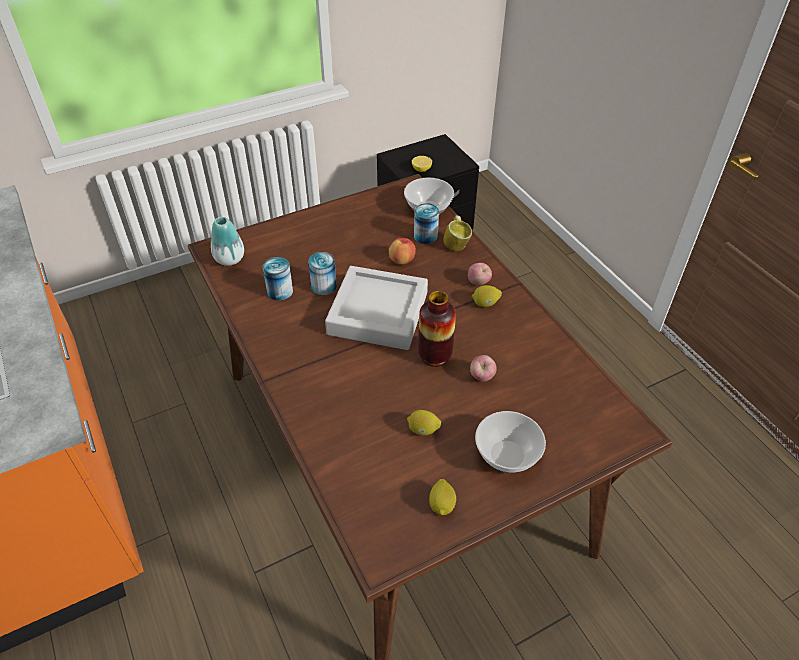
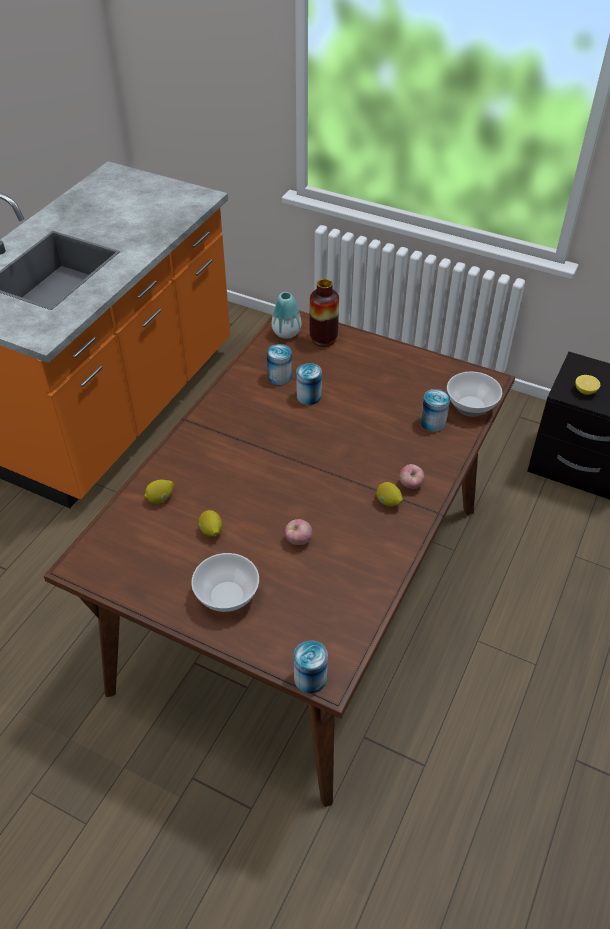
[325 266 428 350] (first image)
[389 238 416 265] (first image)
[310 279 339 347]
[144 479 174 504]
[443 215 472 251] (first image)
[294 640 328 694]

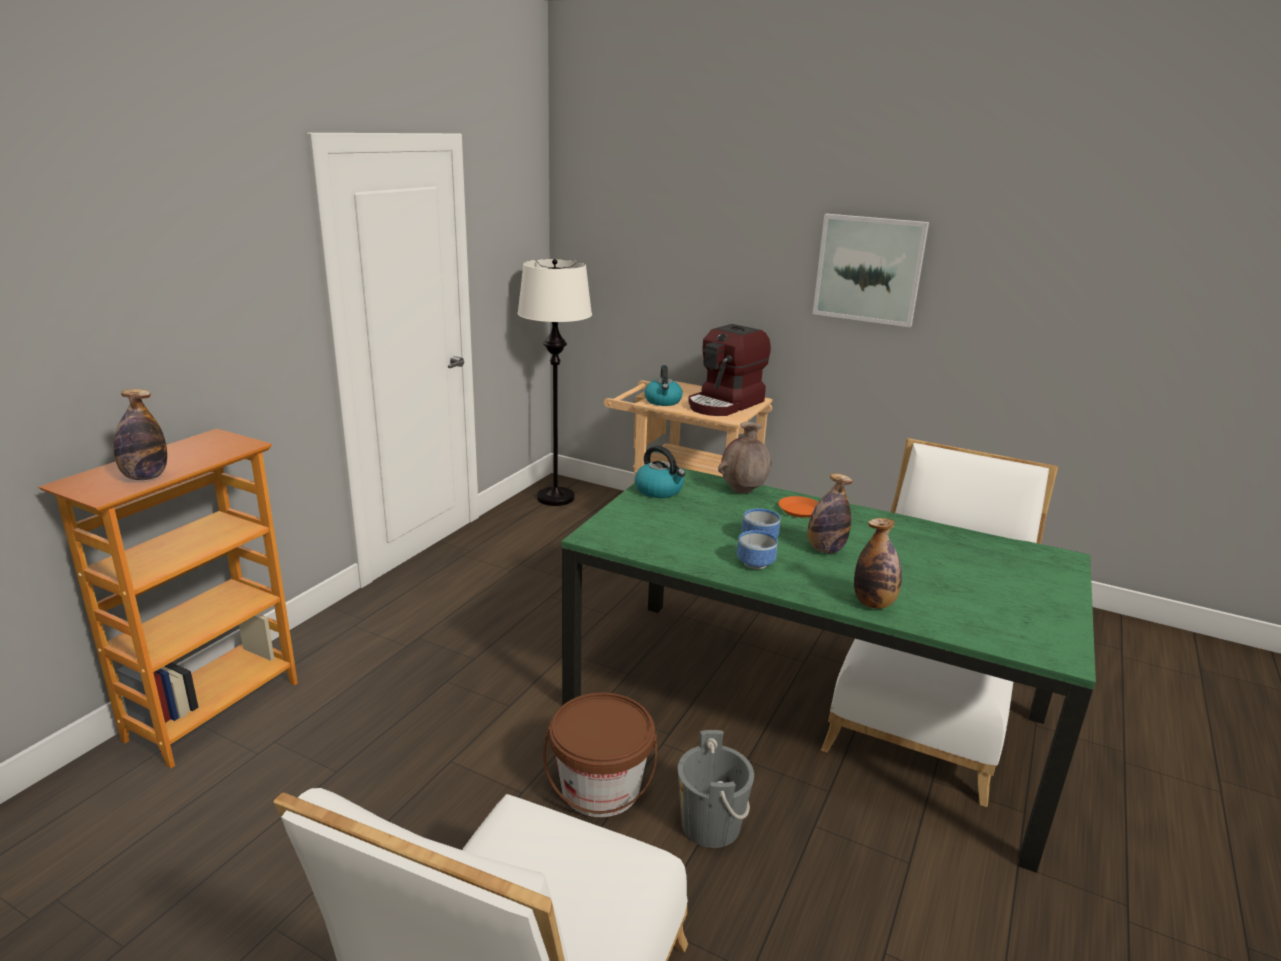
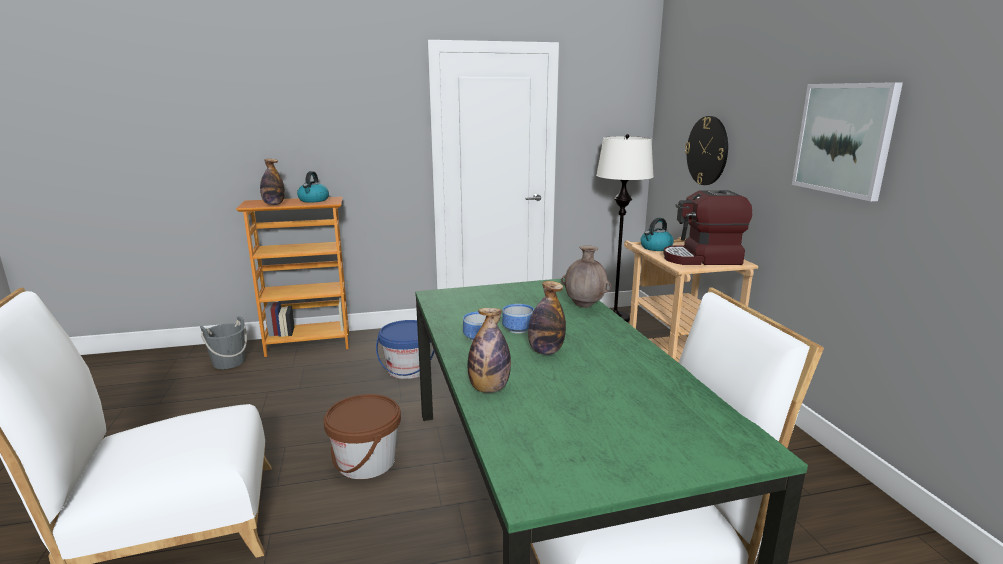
[297 171 329 203]
[200 316 247 369]
[778 496 818 518] (first image)
[376 320 435 379]
[685 116 728 185]

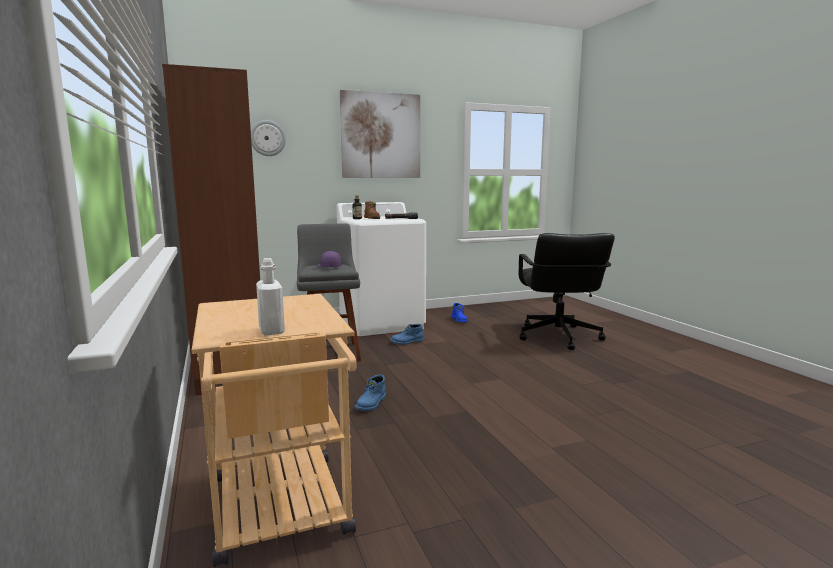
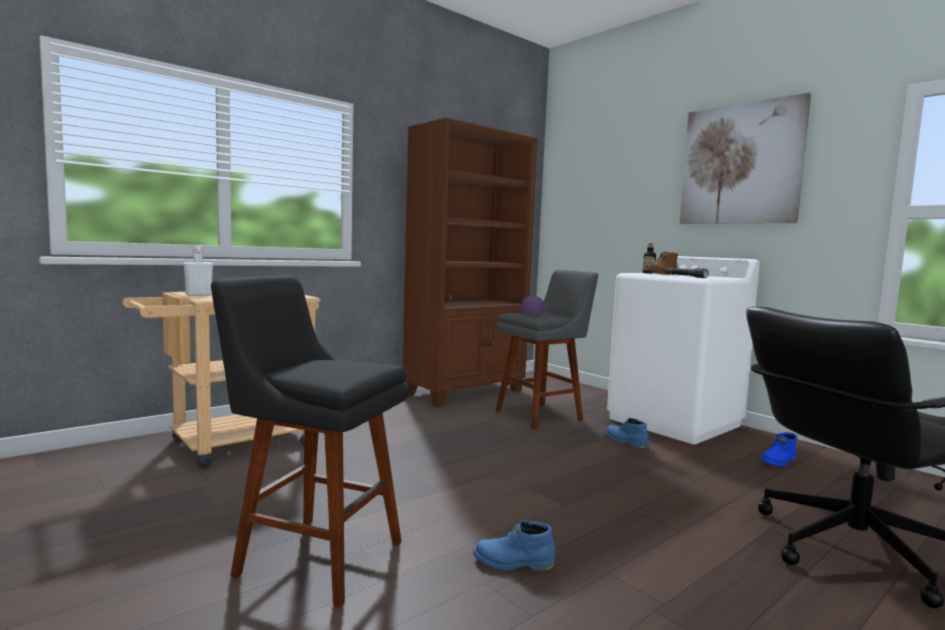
[251 120 286 156] (first image)
[473 520 555 571]
[211 275 409 607]

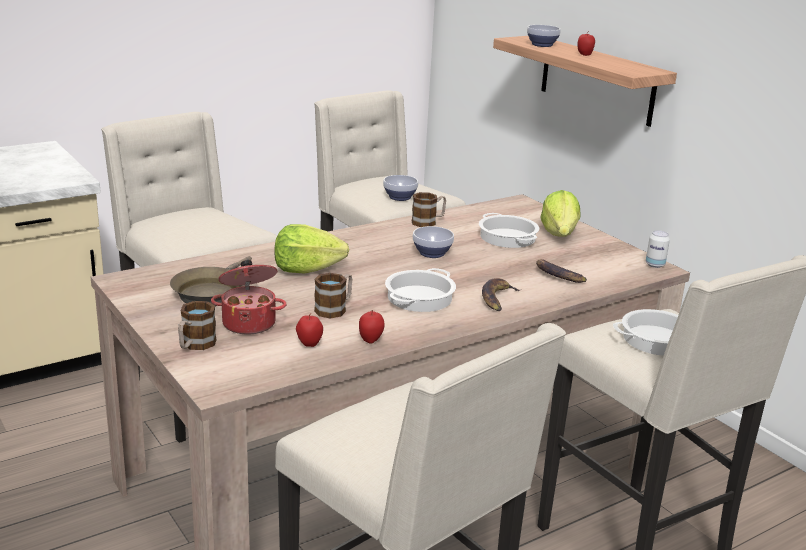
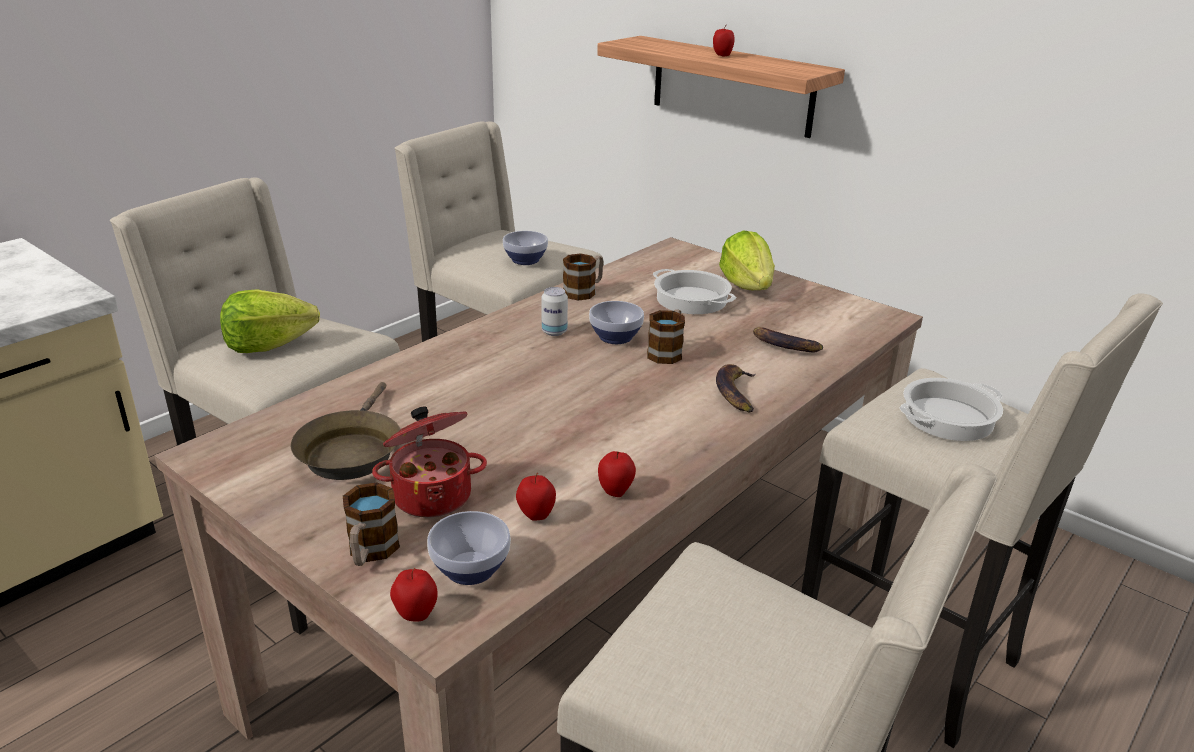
[220 290 320 353]
[647 309 685 364]
[385 268 456 312] (first image)
[427 511 511 585]
[542 287 568 336]
[390 568 438 621]

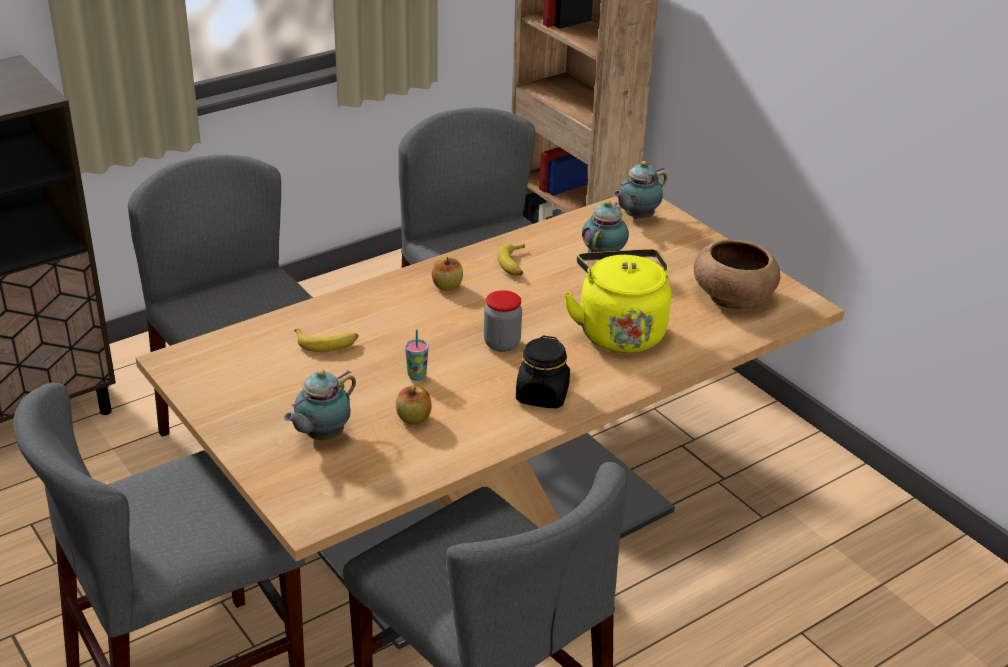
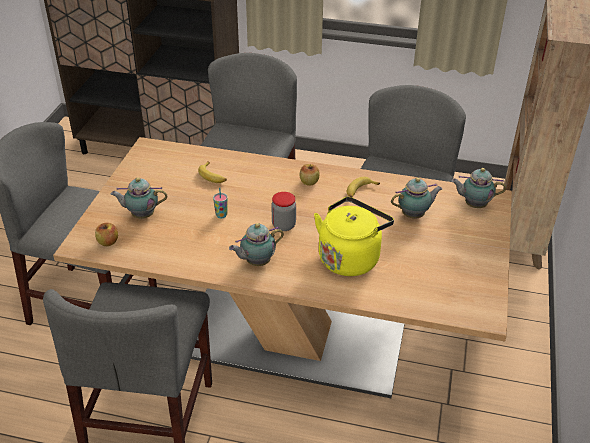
[95 223 118 246]
[229 223 284 266]
[694 240 780 309] (first image)

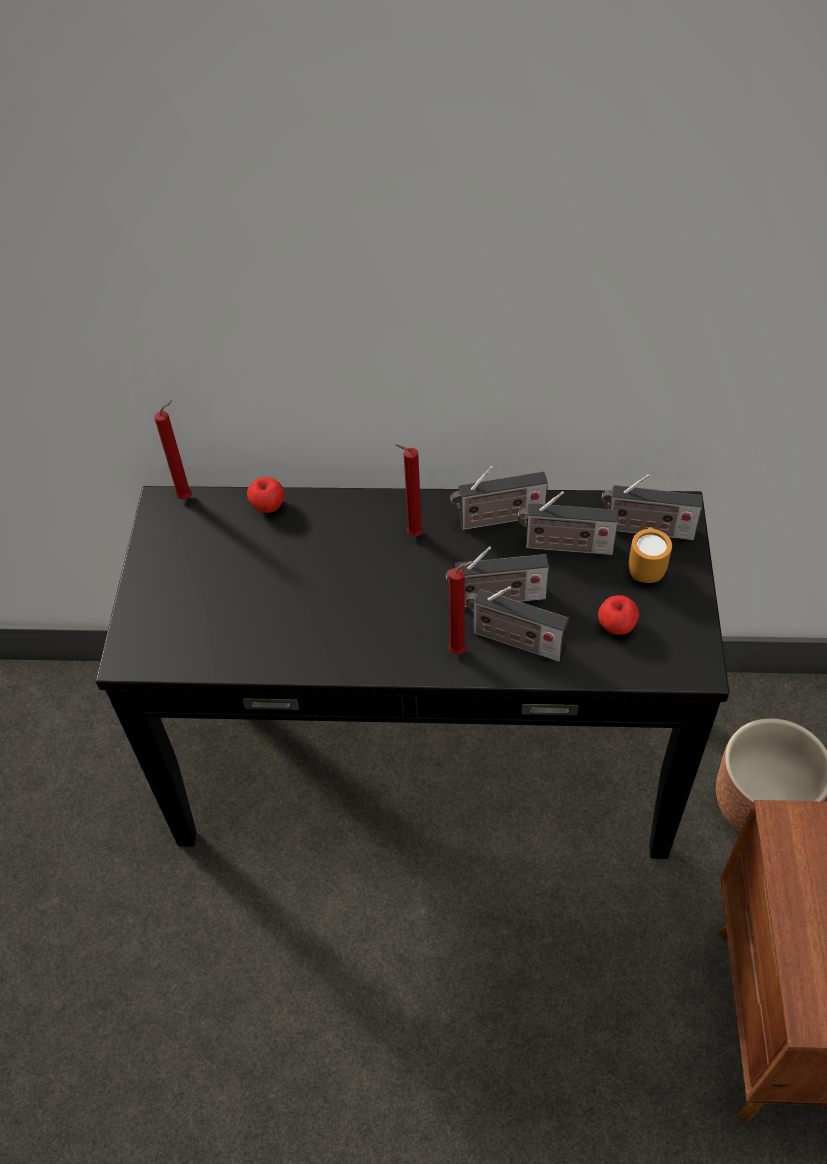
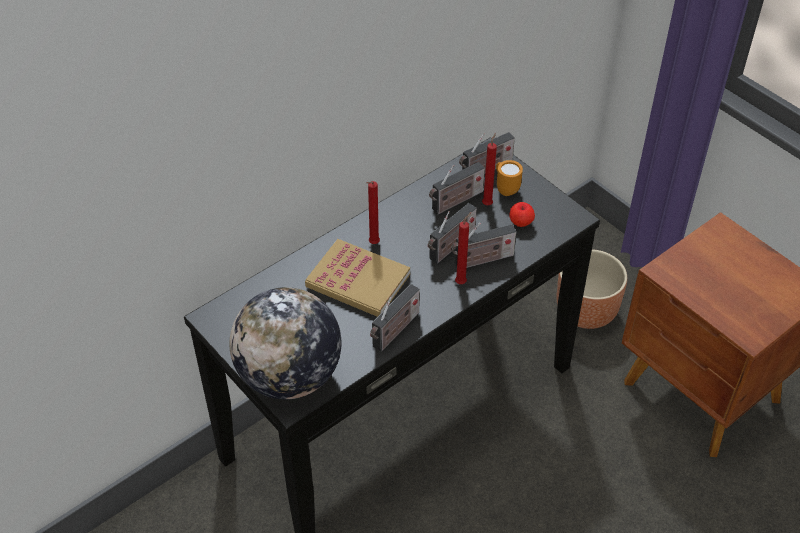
[482 133 497 205]
[247 477 284 513] (first image)
[370 284 420 352]
[229 287 341 400]
[305 239 410 317]

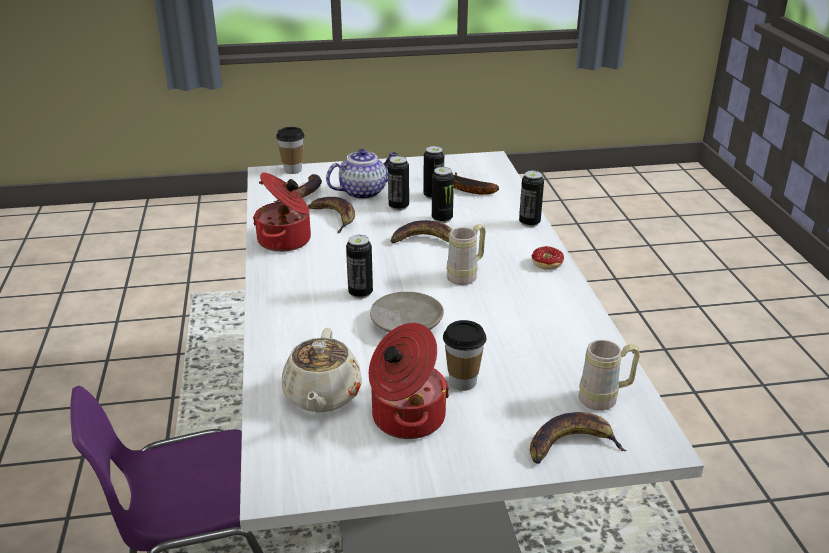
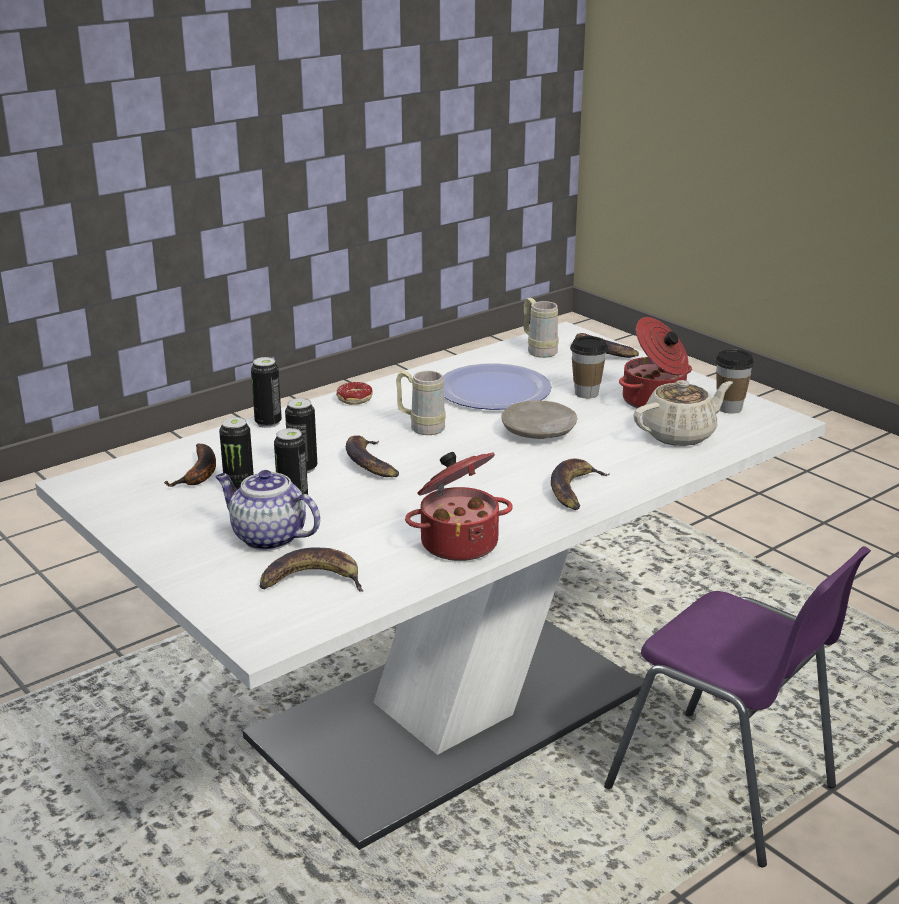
[715 349 754 414]
[551 458 610 510]
[346 235 373 299] (first image)
[443 363 552 410]

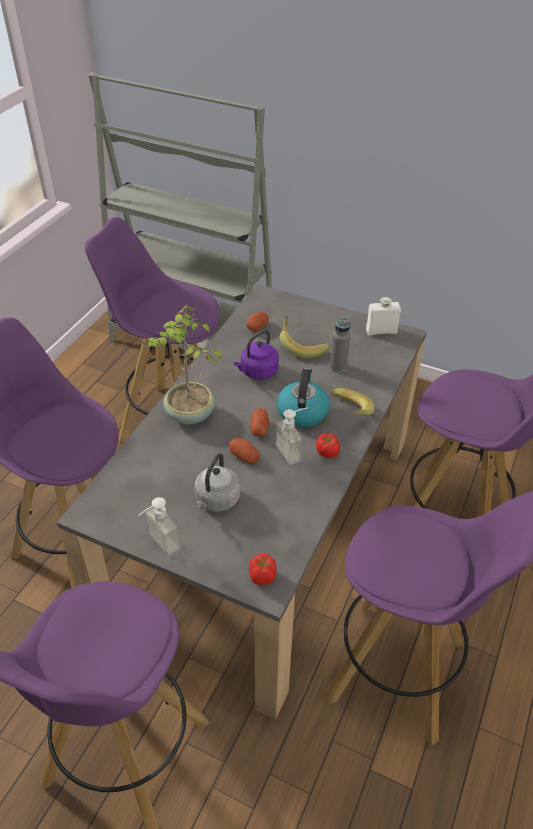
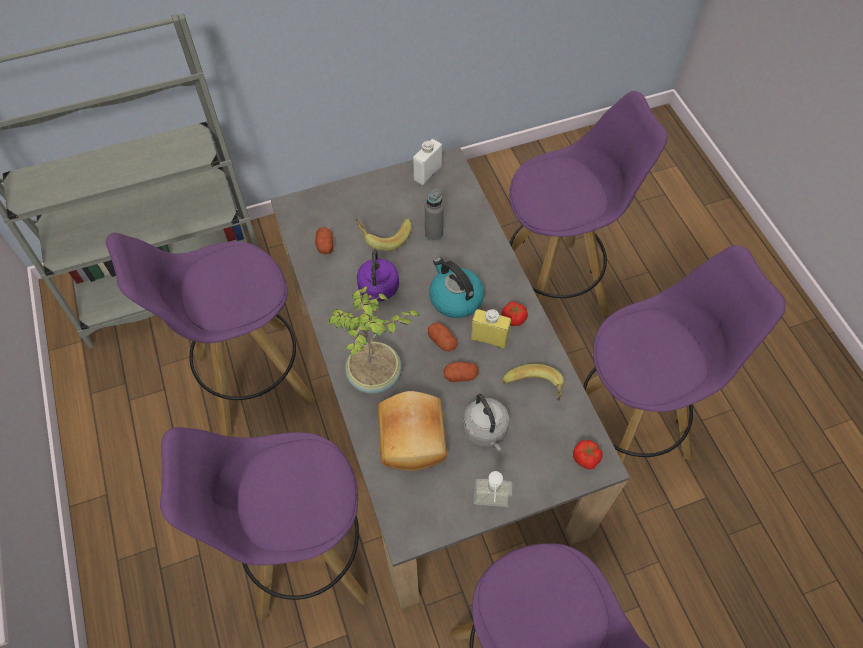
[471 309 511 349]
[502 364 564 401]
[378 391 447 471]

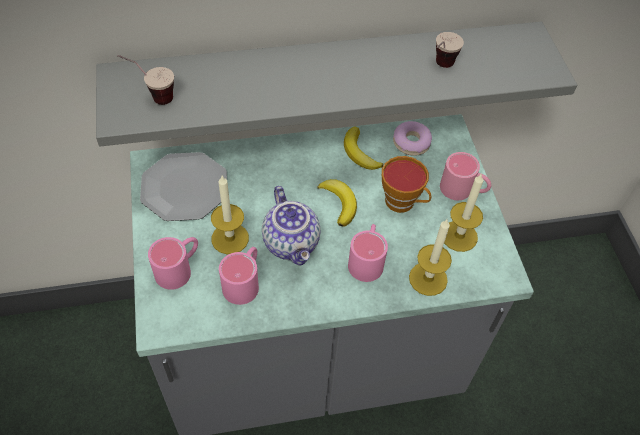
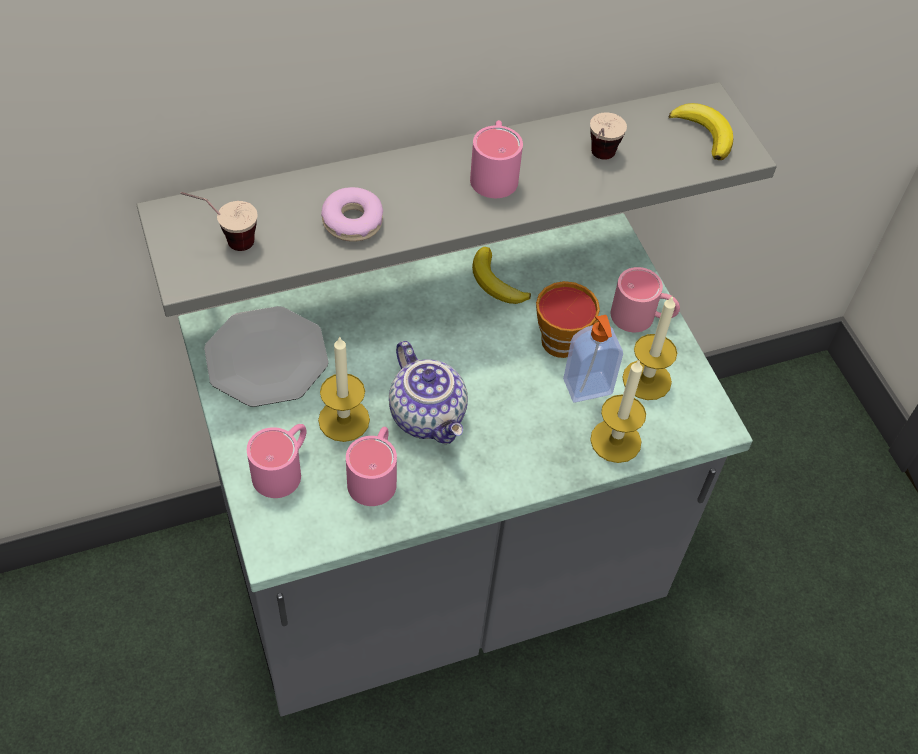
[669 103 733 160]
[470 120 523 198]
[321 187 383 242]
[563 315 623 402]

